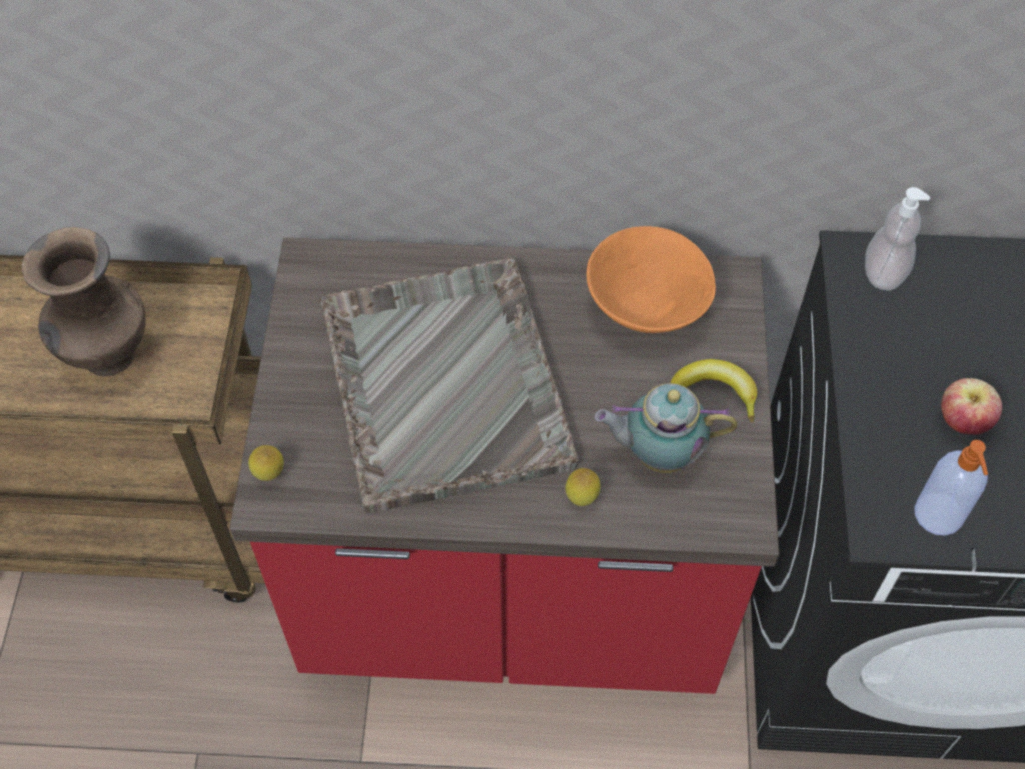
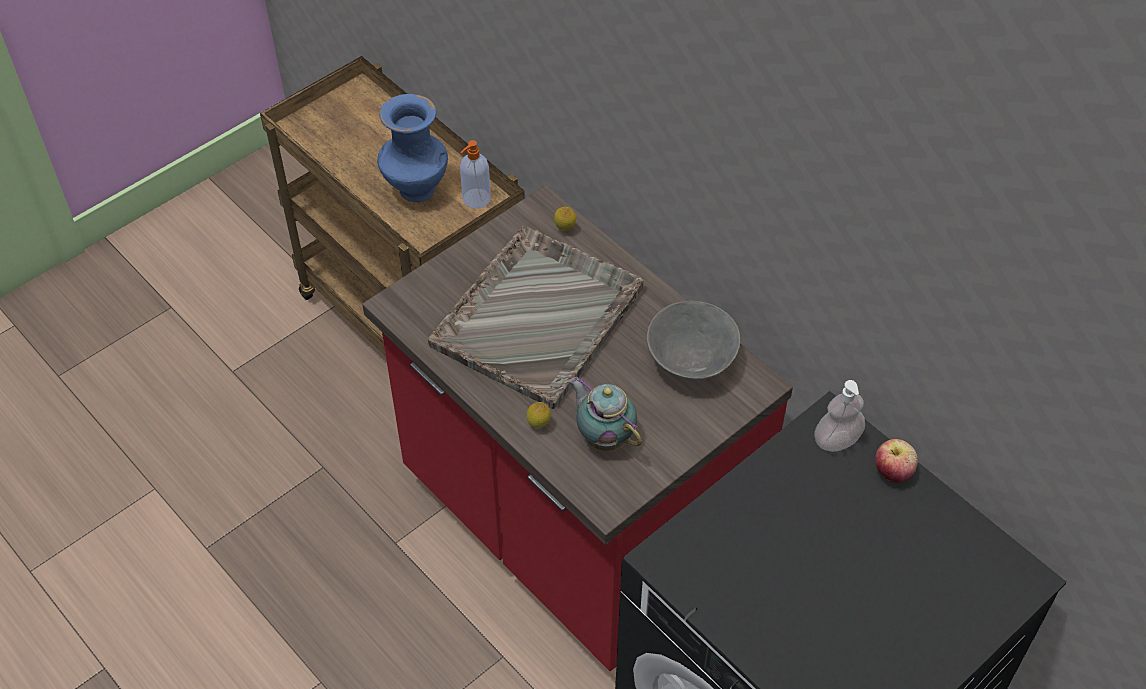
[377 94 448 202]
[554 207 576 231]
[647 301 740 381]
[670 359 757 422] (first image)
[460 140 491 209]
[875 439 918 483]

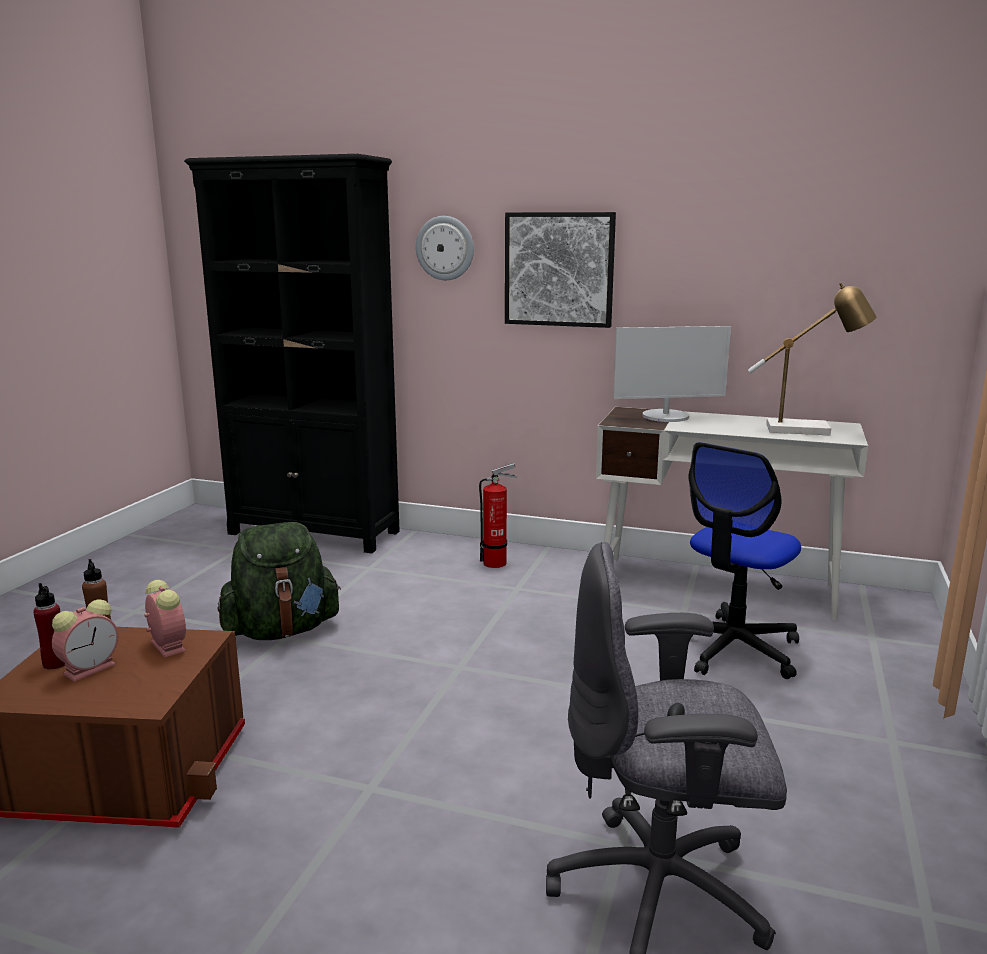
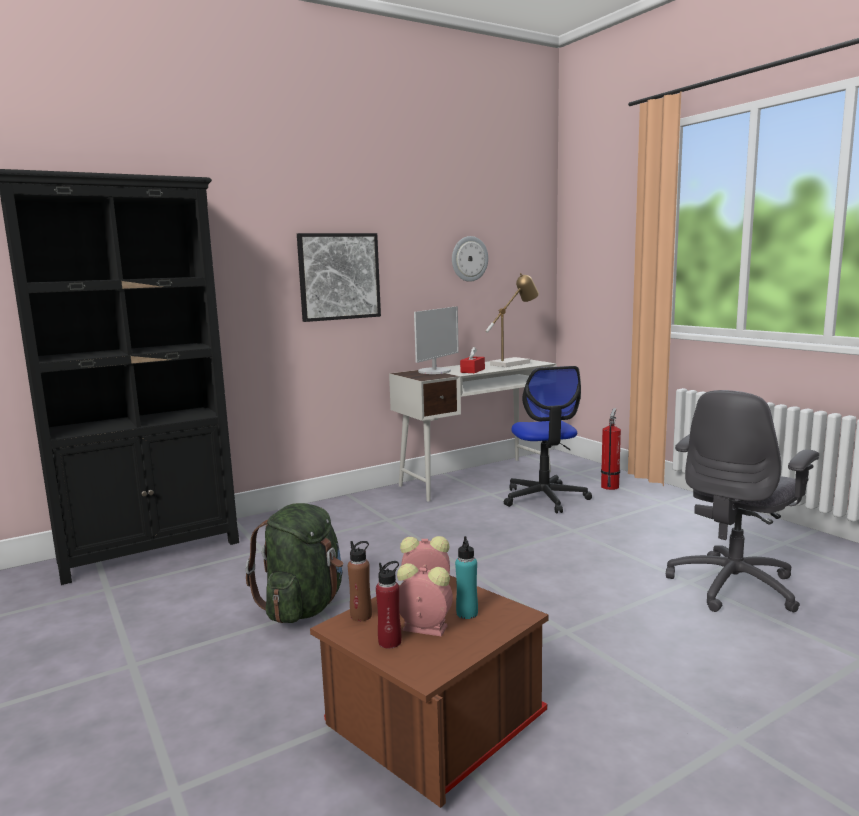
[397 563 453 637]
[452 236 488 282]
[601 408 621 490]
[455 536 478 619]
[460 346 485 373]

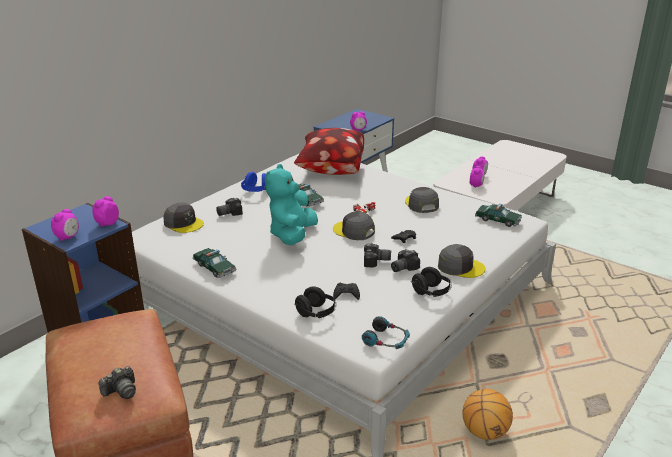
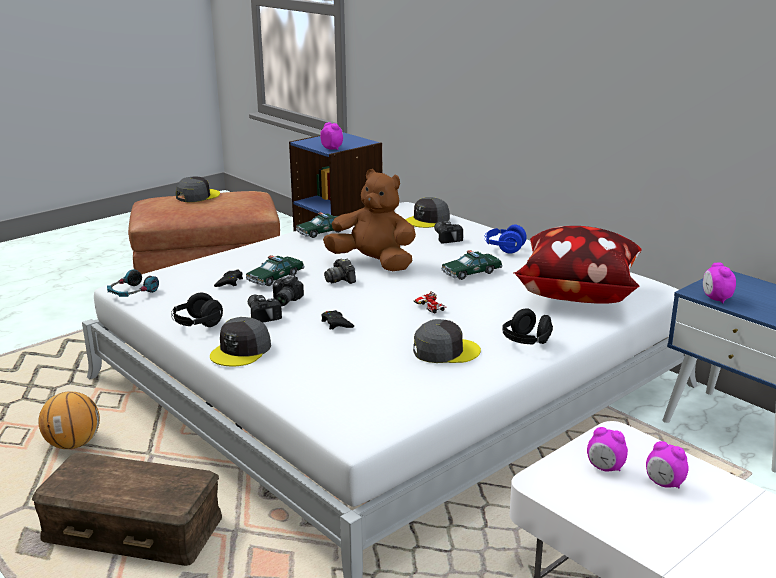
[51 209 79 241] (first image)
[324 259 356 284]
[323 169 416 271]
[502 308 553 344]
[176 176 220 202]
[246 255 305 286]
[32 452 222 566]

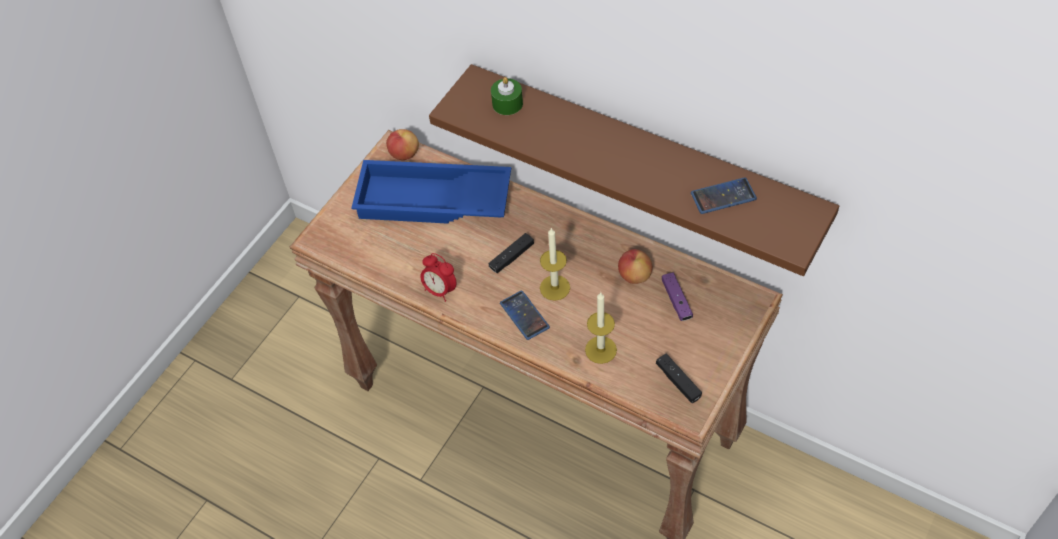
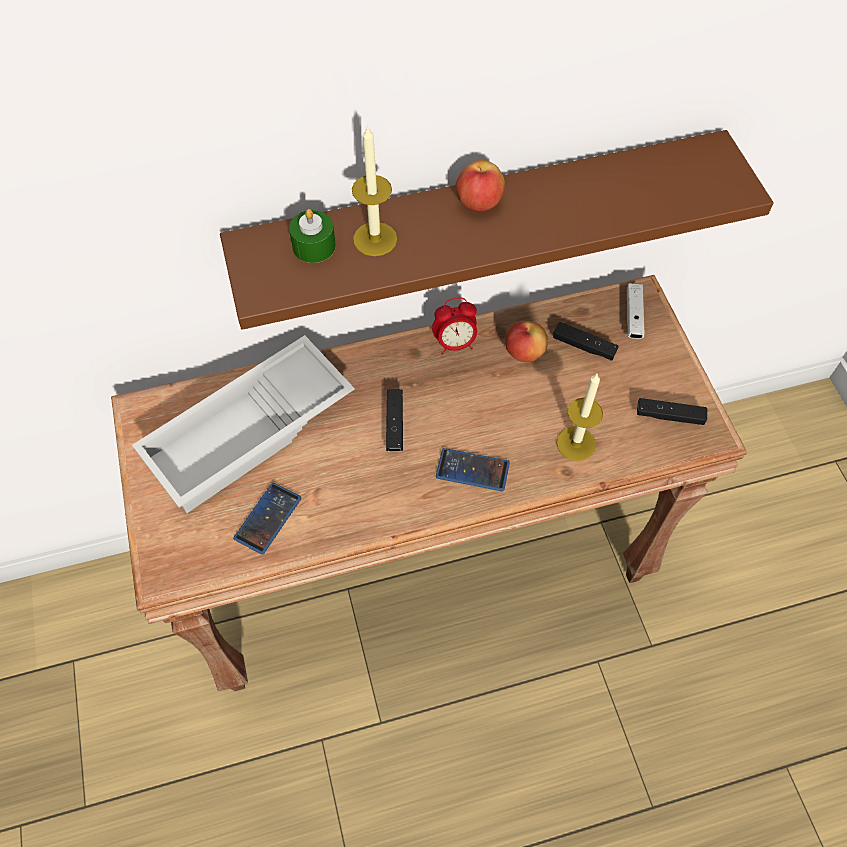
[132 335 355 513]
[456 160 505 211]
[432 297 477 355]
[352 125 397 256]
[553 322 619 361]
[234 483 301 555]
[627 283 645 339]

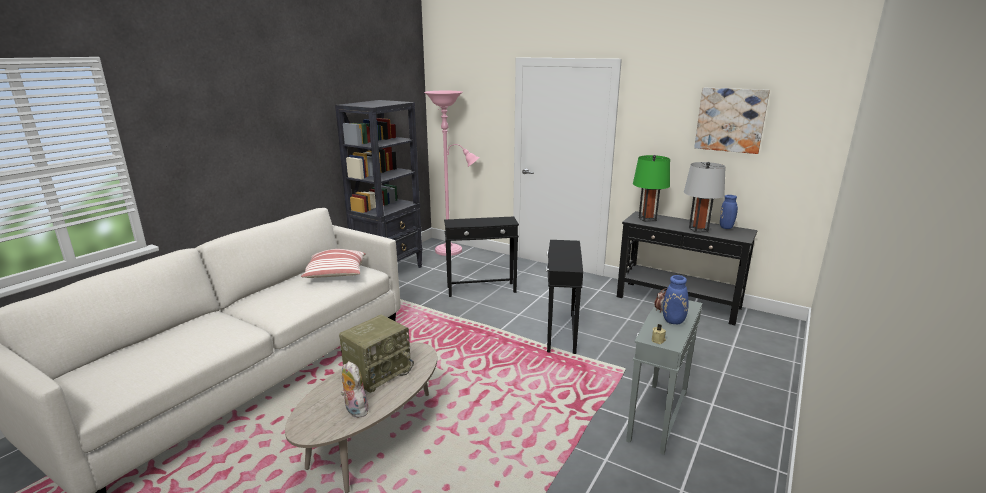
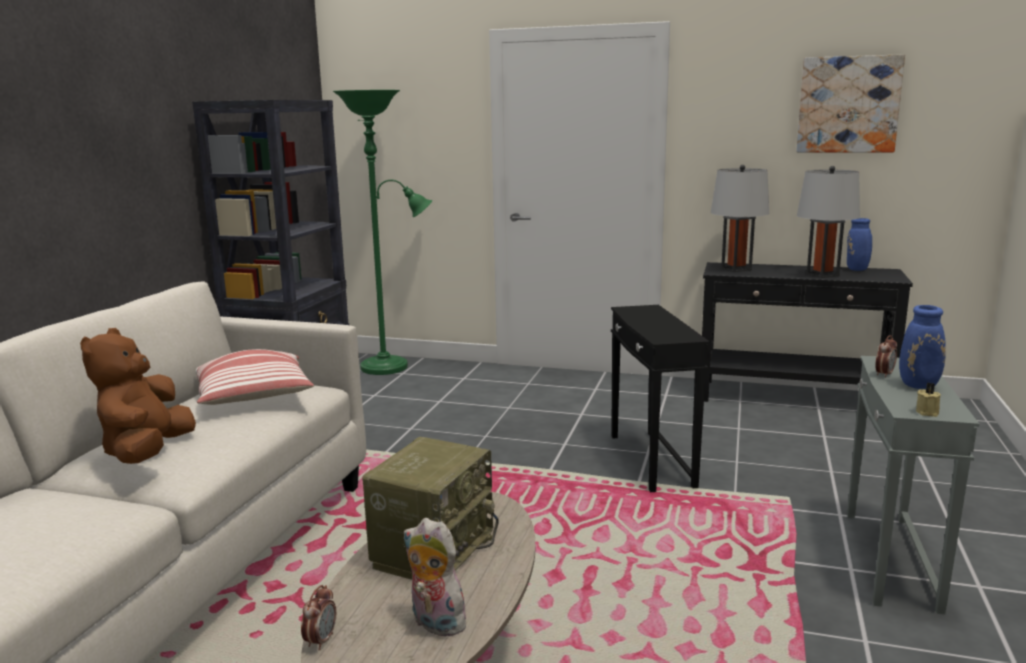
[333 90 432 375]
[444 216 519 297] (first image)
[710 165 770 272]
[80 328 196 464]
[301 585 336 650]

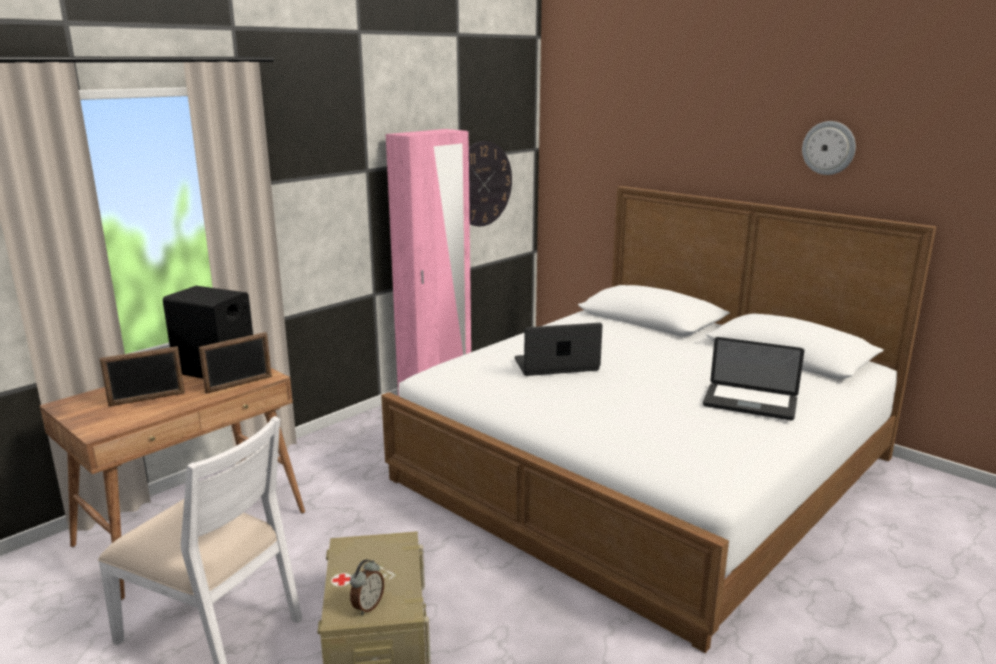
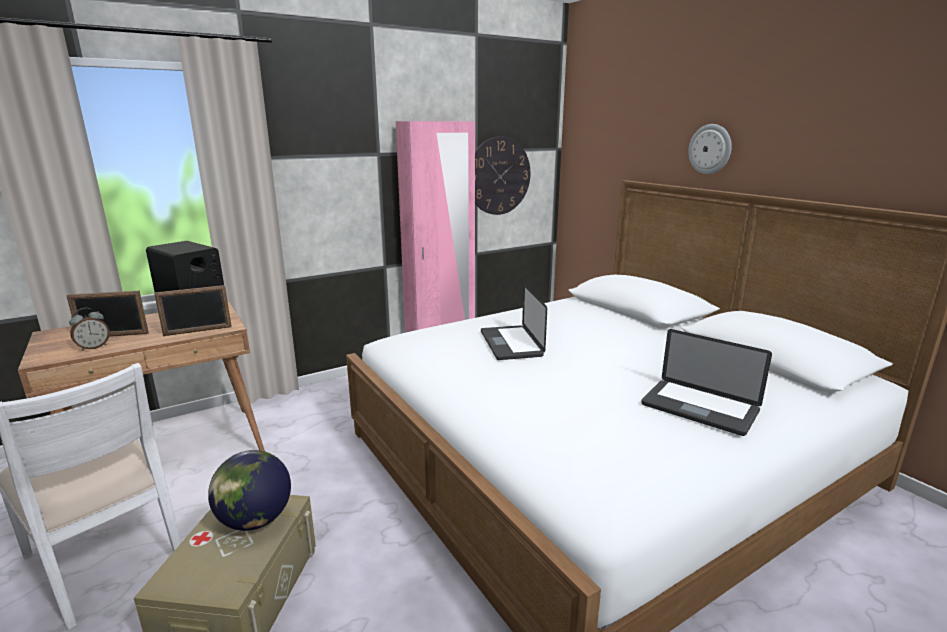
[69 308 110 351]
[481 284 547 360]
[688 124 732 174]
[208 450 291 531]

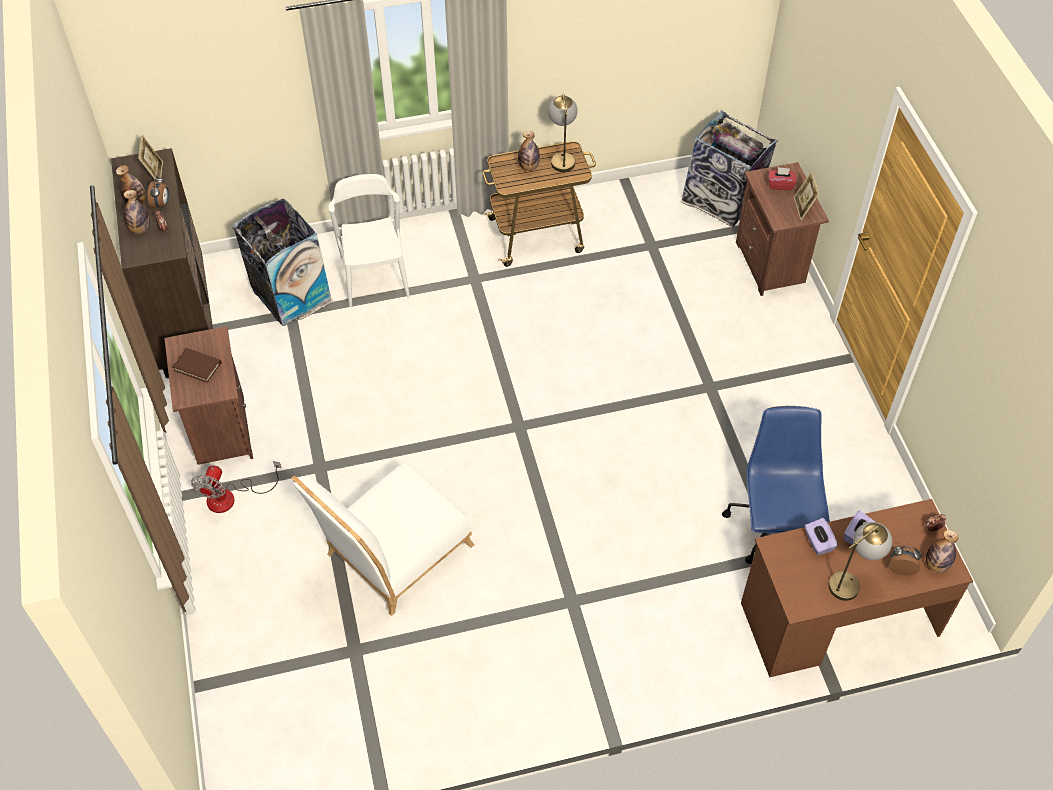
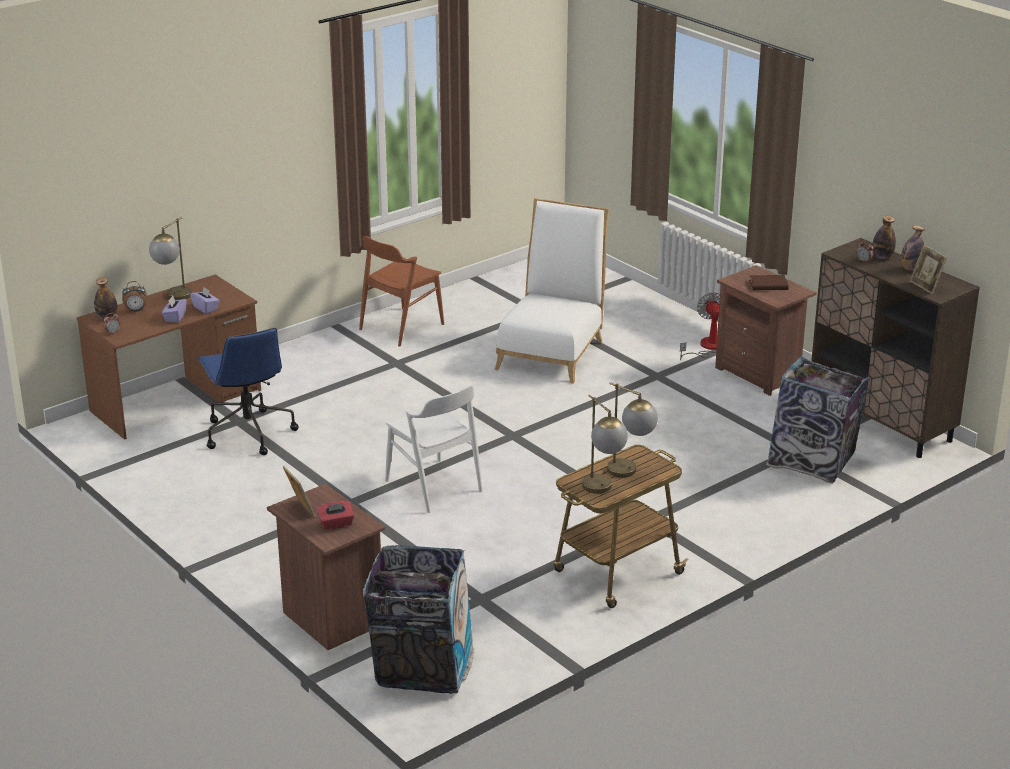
[147 176 169 210] (first image)
[385 386 483 513]
[607 382 658 478]
[359 236 444 347]

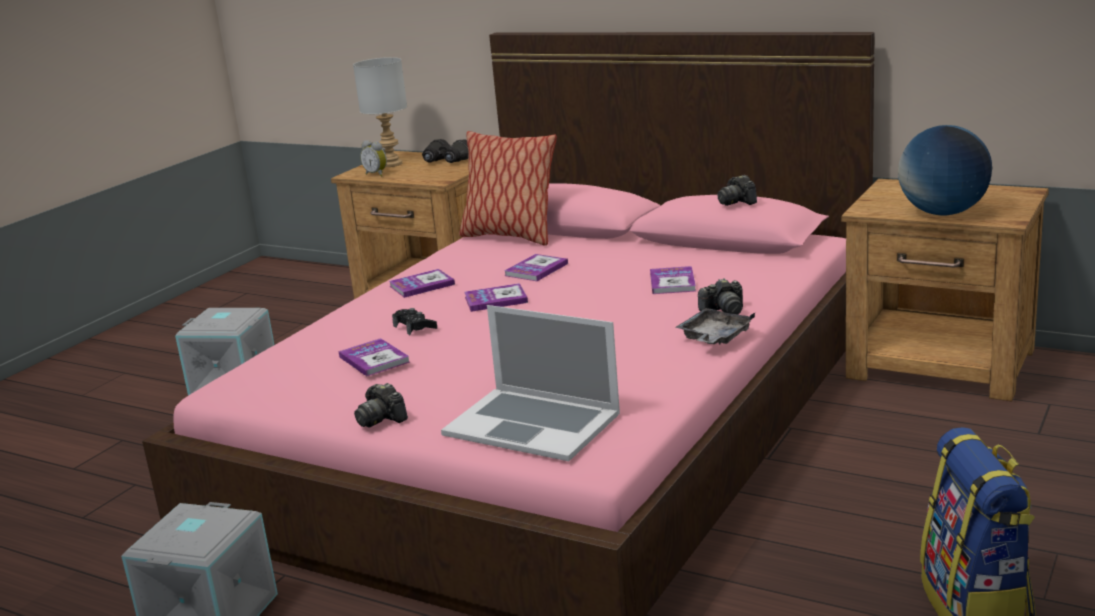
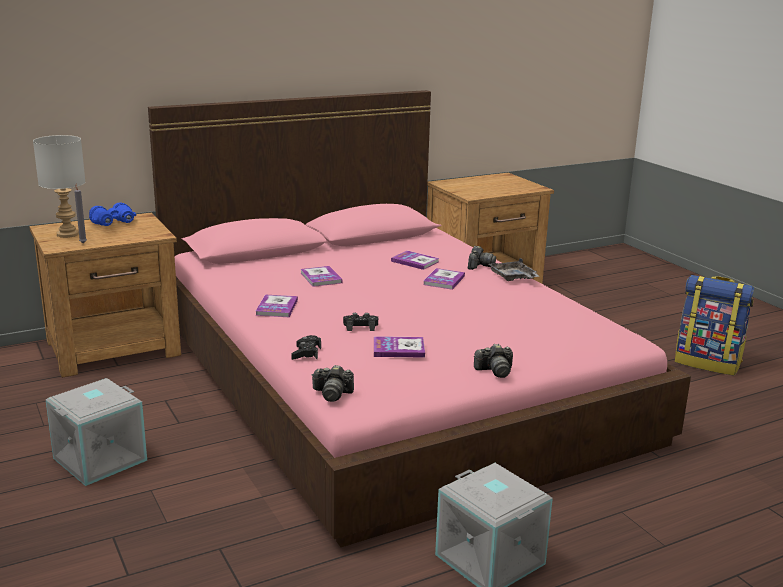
[74 183 87 243]
[89 202 136 226]
[441 305 620 461] (first image)
[459 131 557 246] (first image)
[424 268 465 290]
[312 365 354 402]
[898 125 992 215] (first image)
[291 335 321 360]

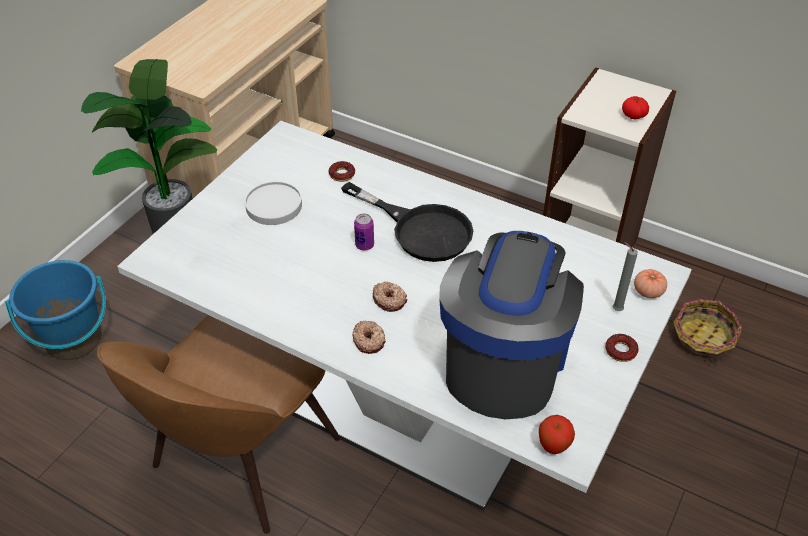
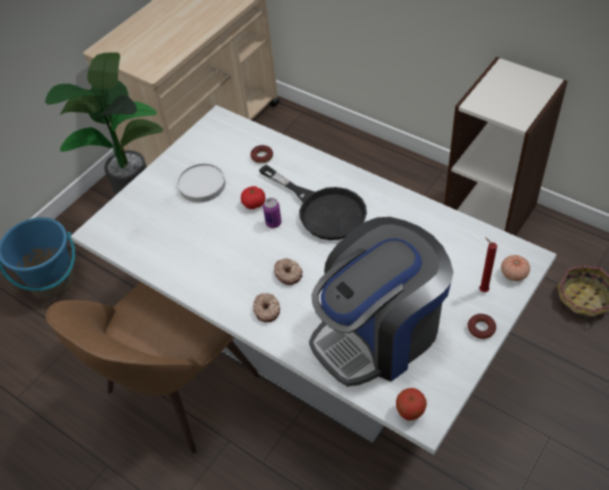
[309 217 453 387]
[479 238 497 292]
[241 186 265 209]

